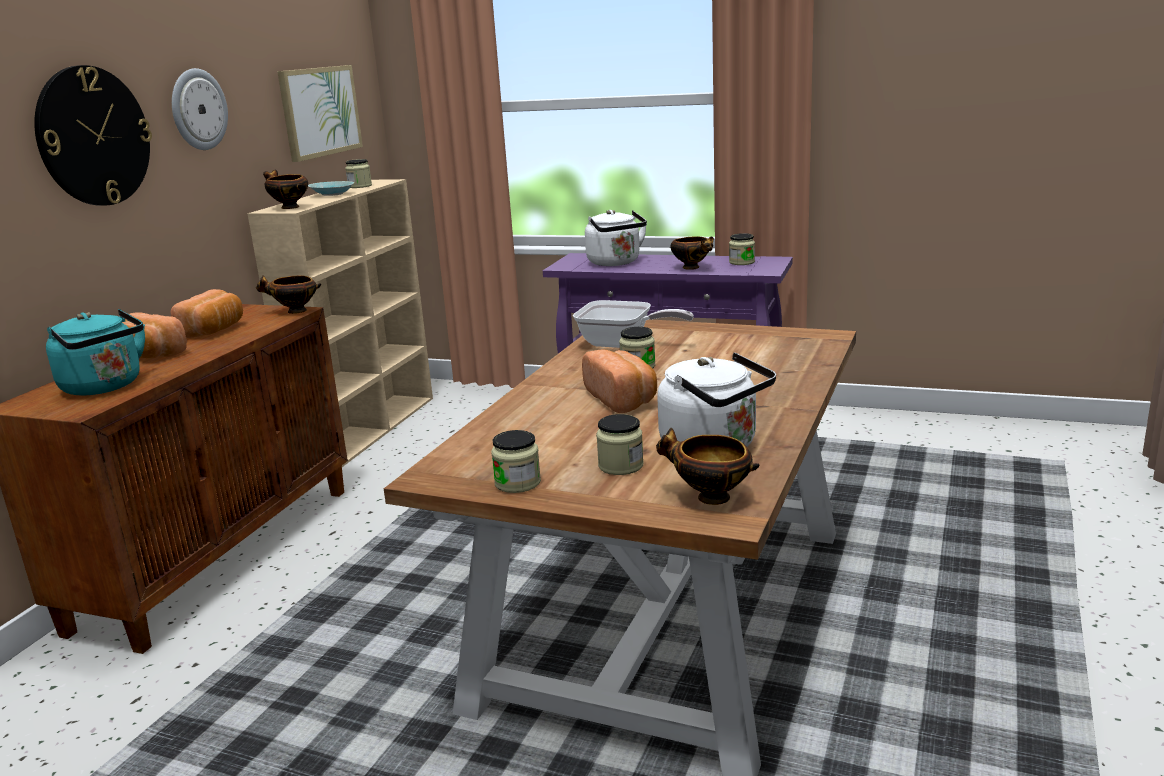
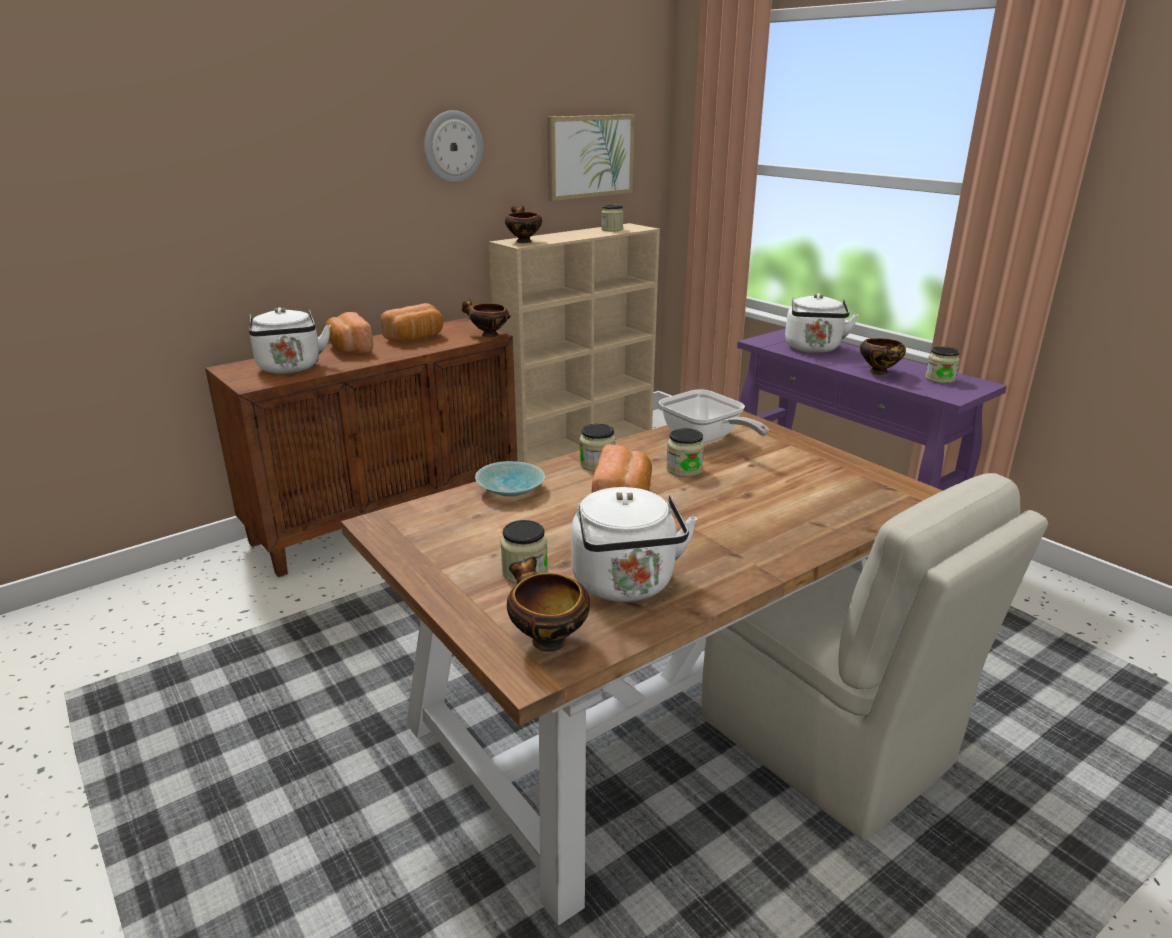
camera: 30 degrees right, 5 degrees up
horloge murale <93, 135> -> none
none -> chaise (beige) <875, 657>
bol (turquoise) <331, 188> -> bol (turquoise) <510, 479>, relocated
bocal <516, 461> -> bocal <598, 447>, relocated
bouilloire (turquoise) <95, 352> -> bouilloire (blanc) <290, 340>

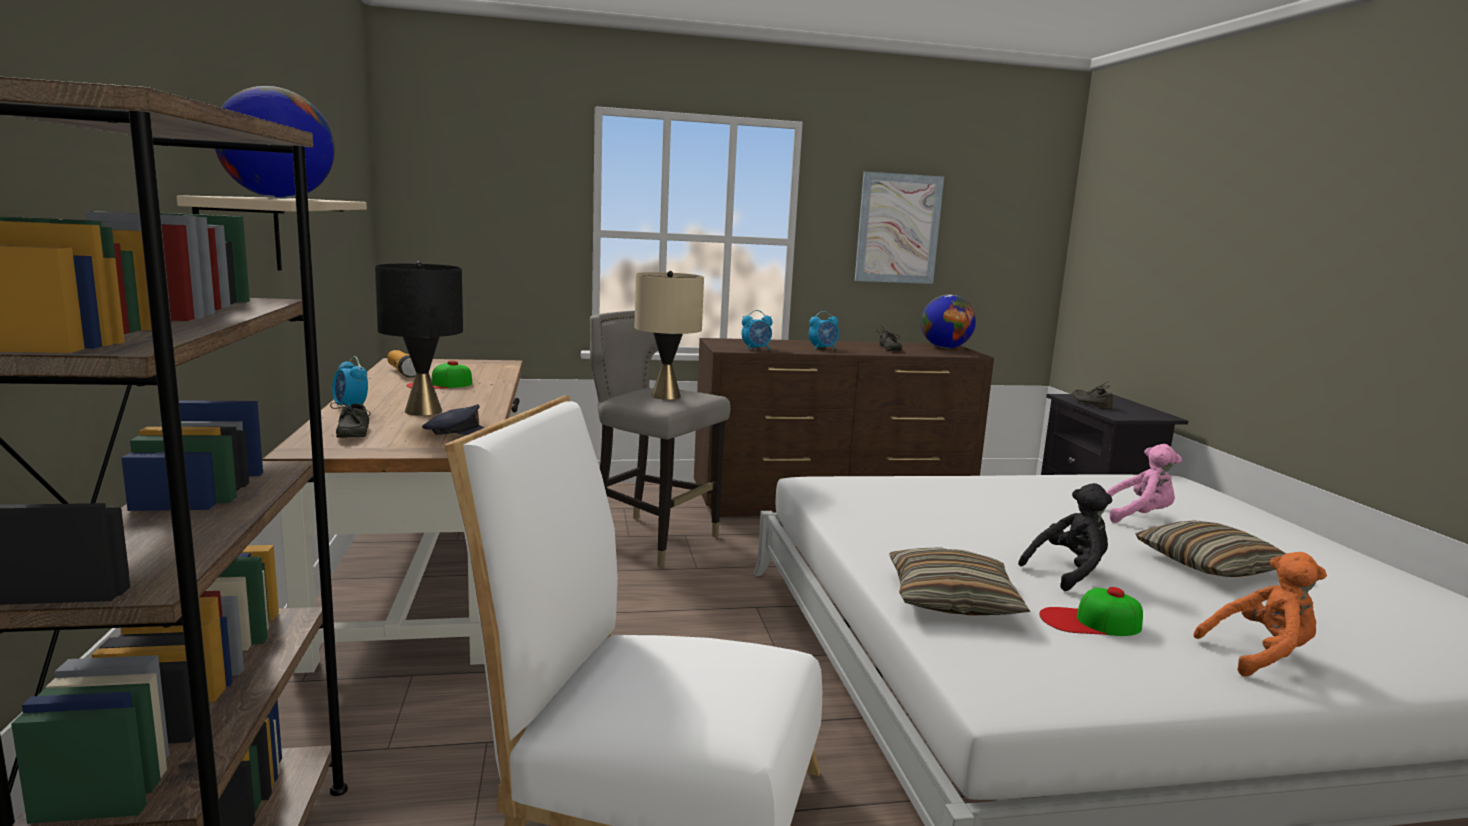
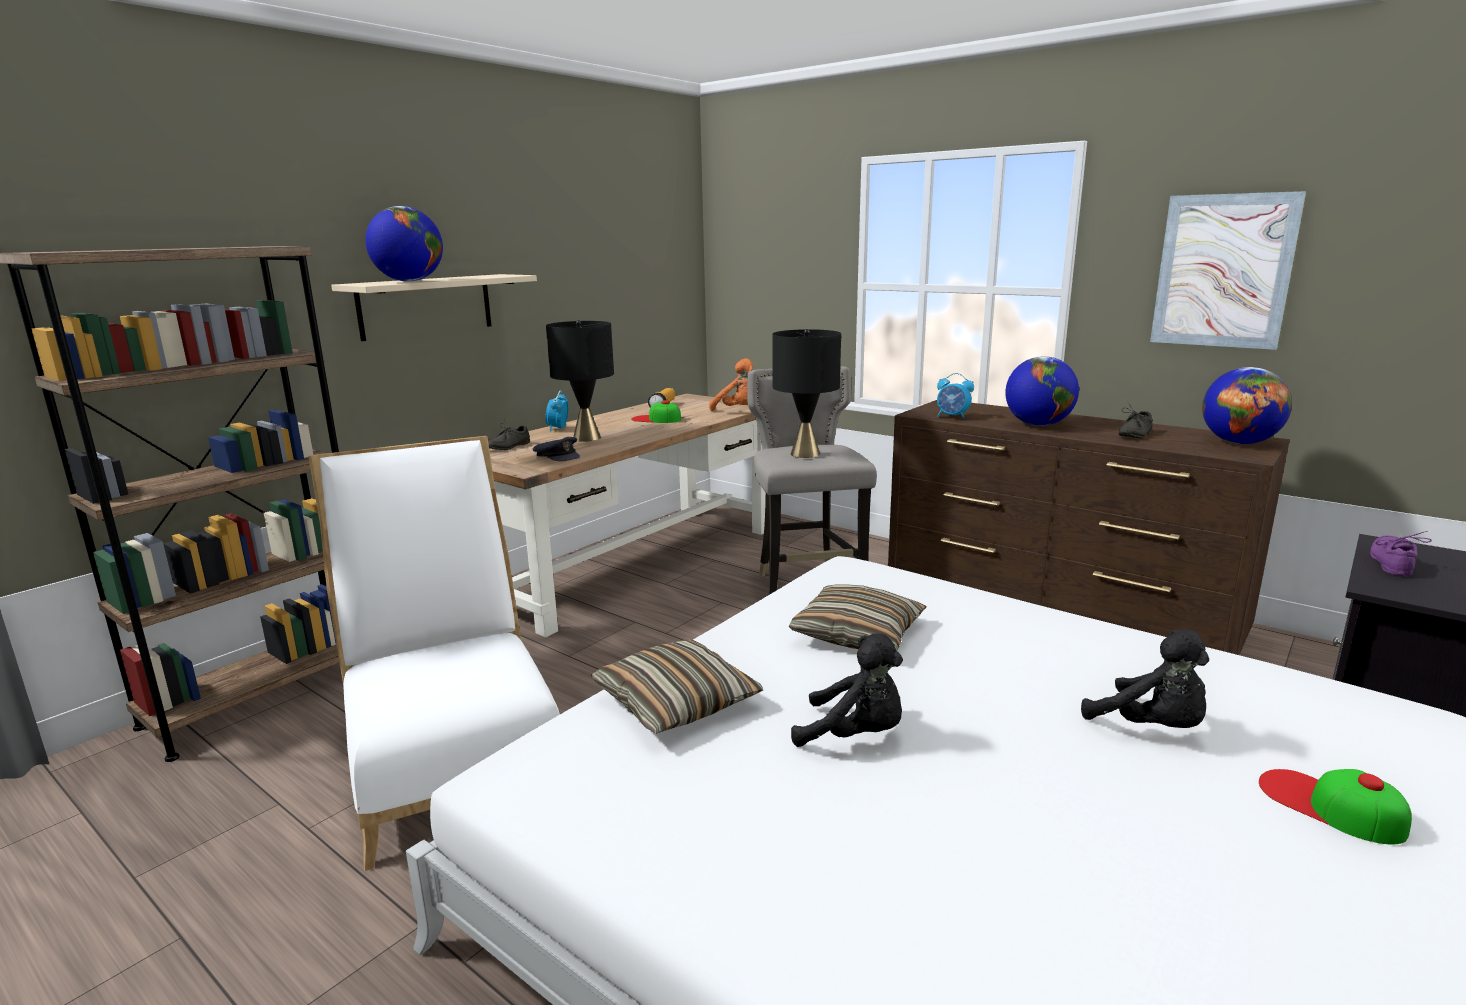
camera: 50 degrees right, 5 degrees up
casquette <1091, 611> -> casquette <1335, 806>, relocated
coussin <1210, 548> -> coussin <858, 618>, relocated
peluche (orange) <1260, 614> -> peluche (orange) <731, 384>, relocated
réveil <824, 330> -> globe <1042, 391>
lampe de table (beige) <669, 335> -> lampe de table (noir) <806, 393>
chaussure (gris) <1092, 395> -> chaussure (violet) <1400, 553>
peluche (rose) <1144, 483> -> peluche (noir) <1145, 678>

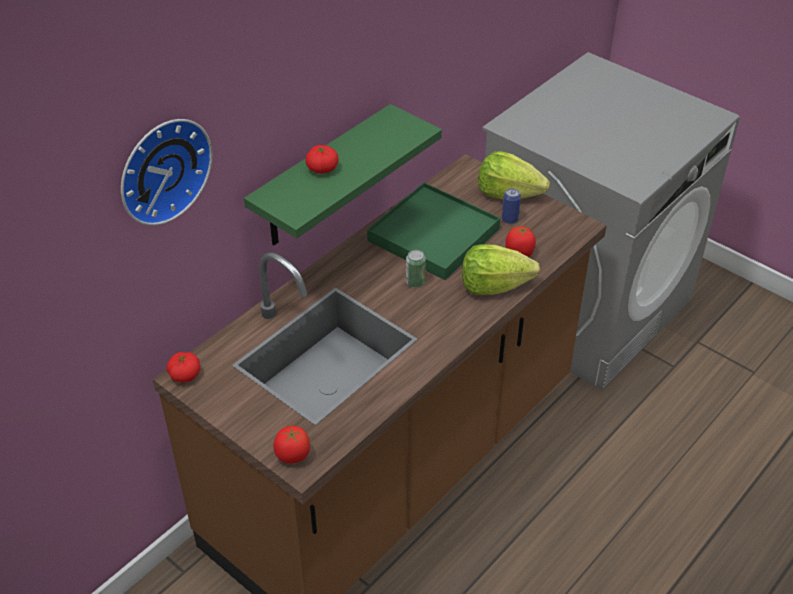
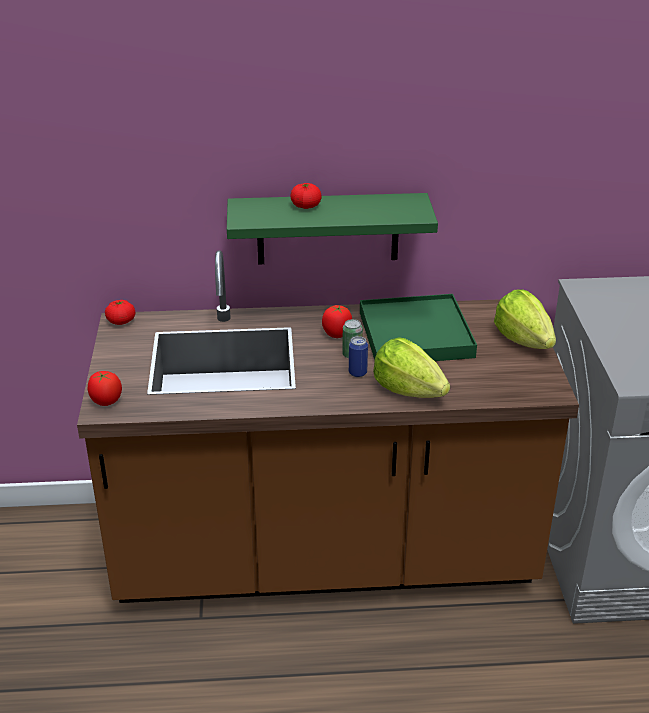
camera: 45 degrees right, 10 degrees down
horloge murale <166, 172> -> none
boîte métallique <511, 206> -> boîte métallique <358, 356>, relocated
tomate <520, 241> -> tomate <337, 321>, relocated

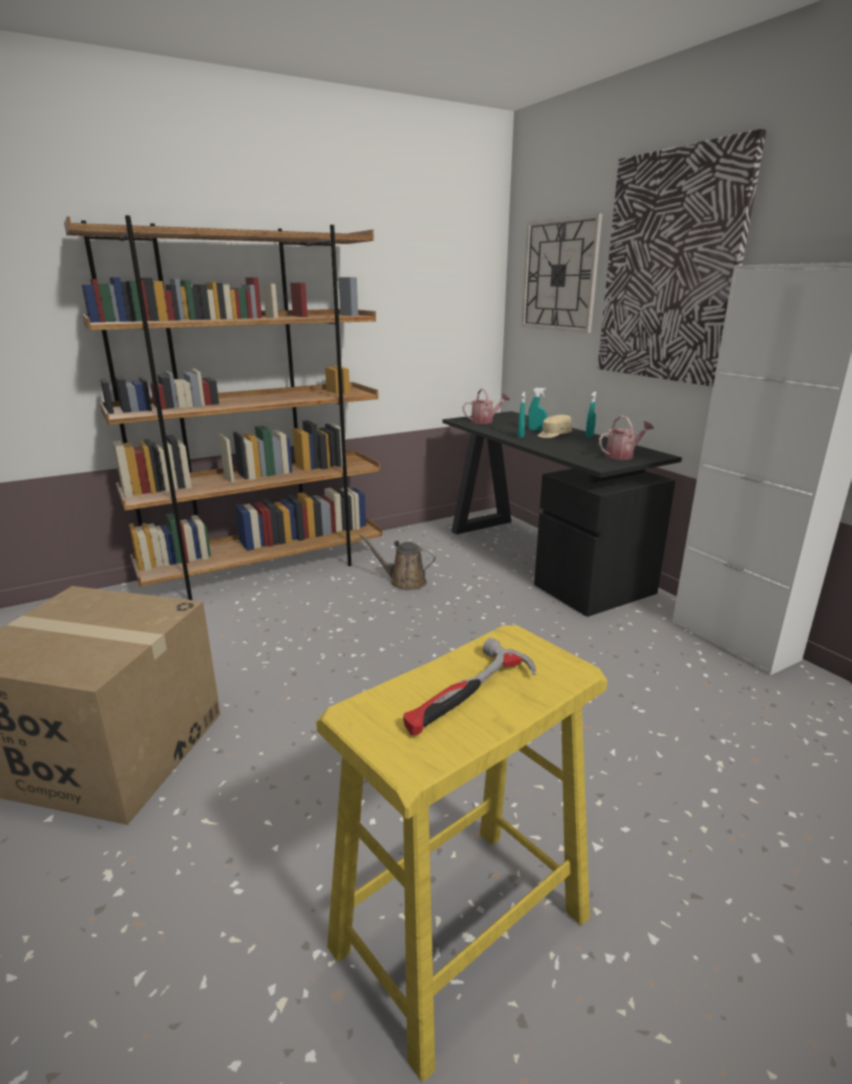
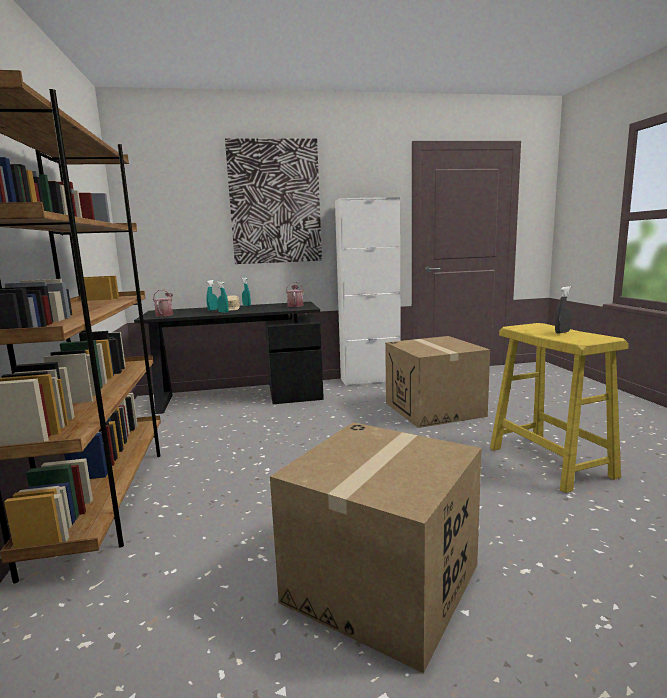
camera: 70 degrees left, 10 degrees down
arrosoir (marron) <397, 561> -> none
horloge murale <562, 273> -> none
none -> carton <437, 382>
marteau <469, 687> -> vaporisateur (gris) <563, 310>

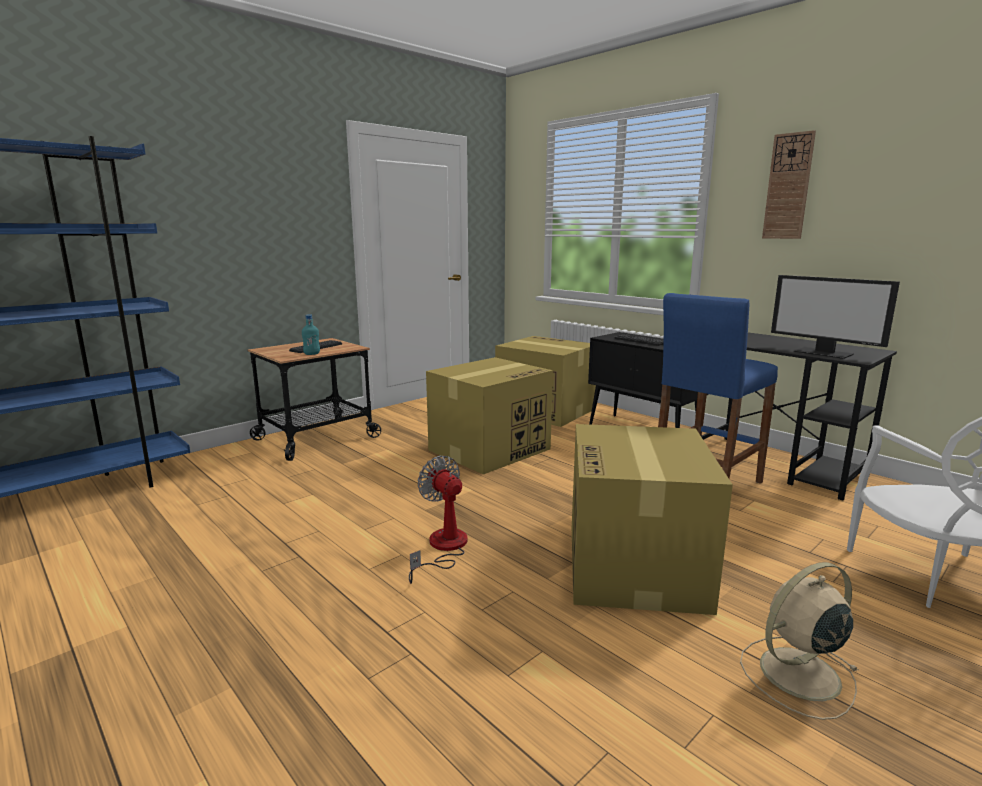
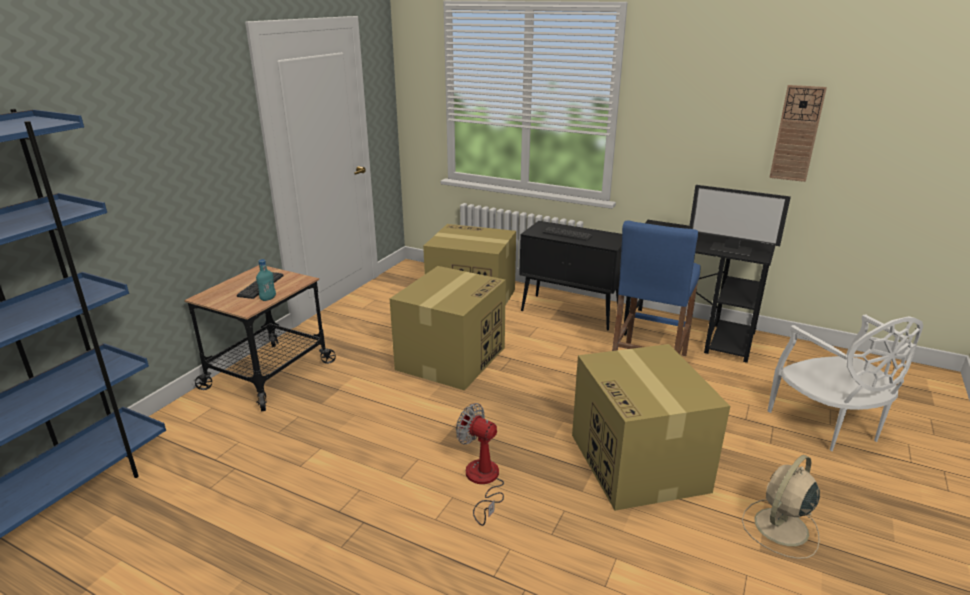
camera: 20 degrees left, 10 degrees up
horloge murale <789, 184> -> horloge murale <798, 133>, relocated

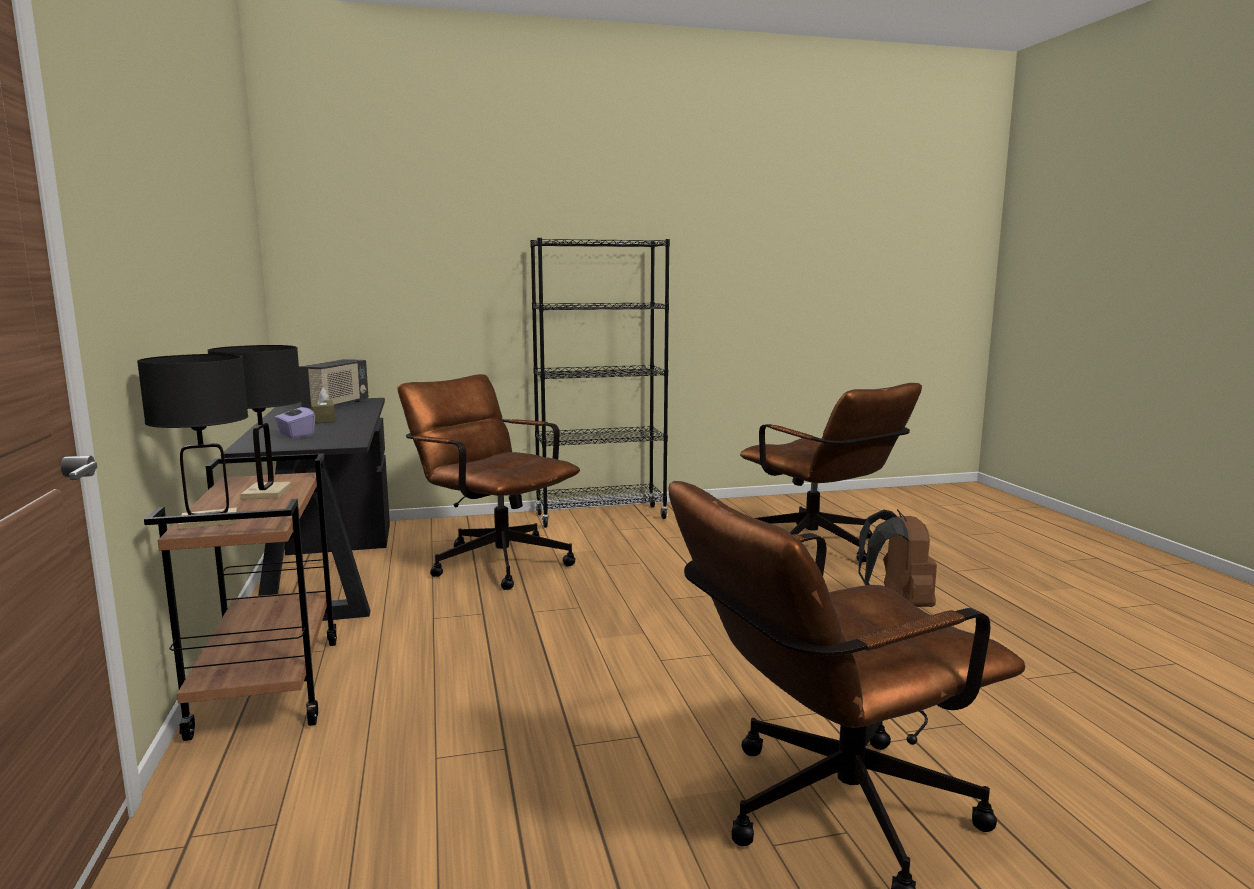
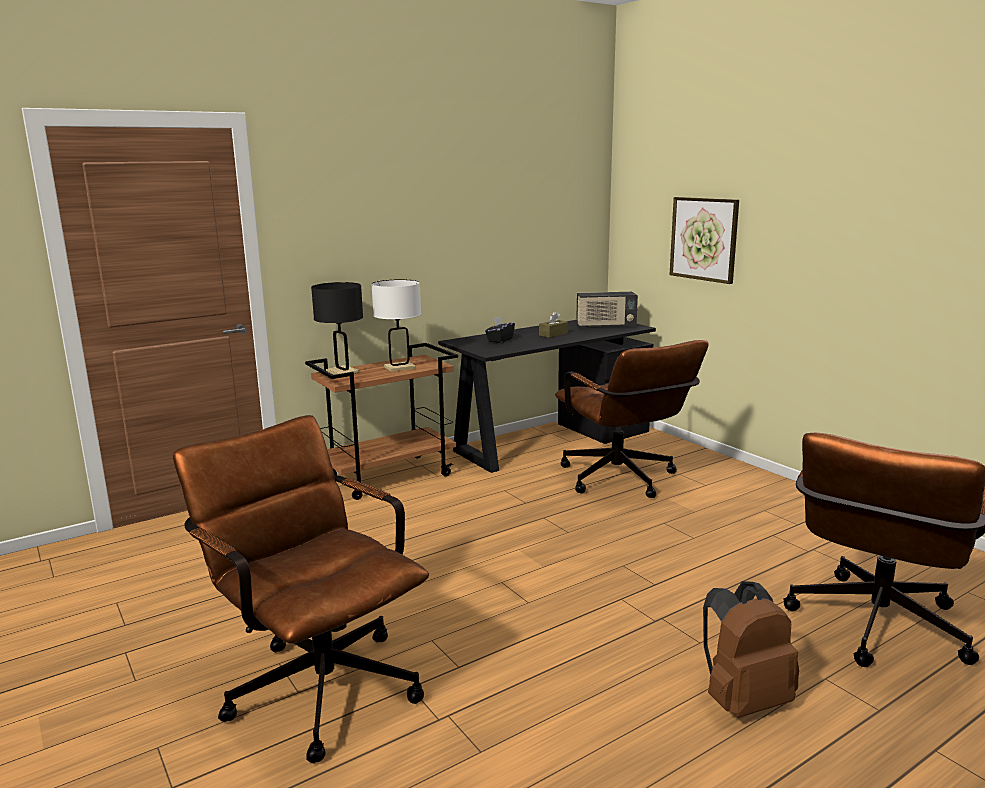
camera: 70 degrees right, 5 degrees up
bibliothèque (noir) <600, 383> -> none
none -> tableau <704, 240>
lampe de table (noir) <254, 422> -> lampe de table (blanc) <396, 325>
boîte à mouchoirs (violet) <294, 421> -> boîte à mouchoirs (noir) <500, 329>
chaise de bureau (marron) <488, 482> -> chaise de bureau (marron) <632, 419>, 135 degrees clockwise

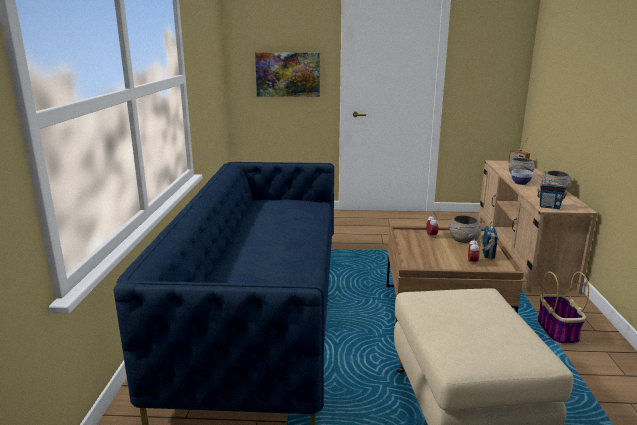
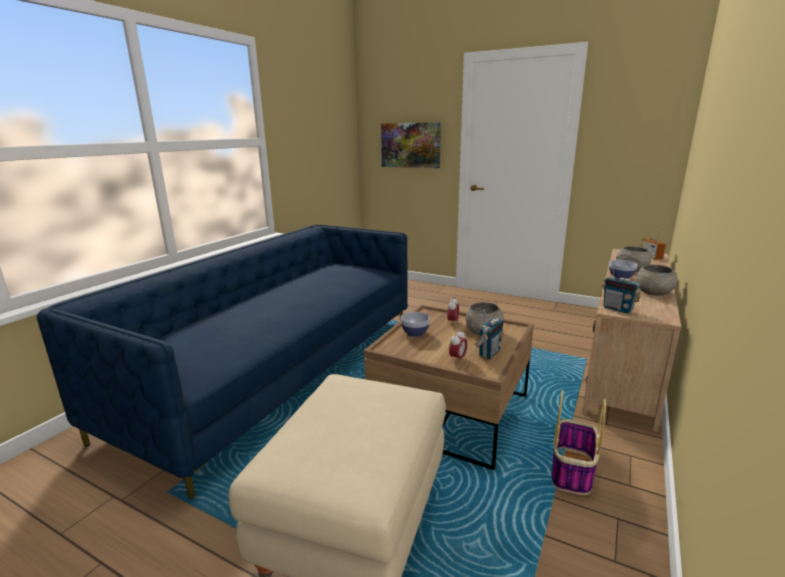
camera: 25 degrees right, 0 degrees up
none -> bol <415, 324>

